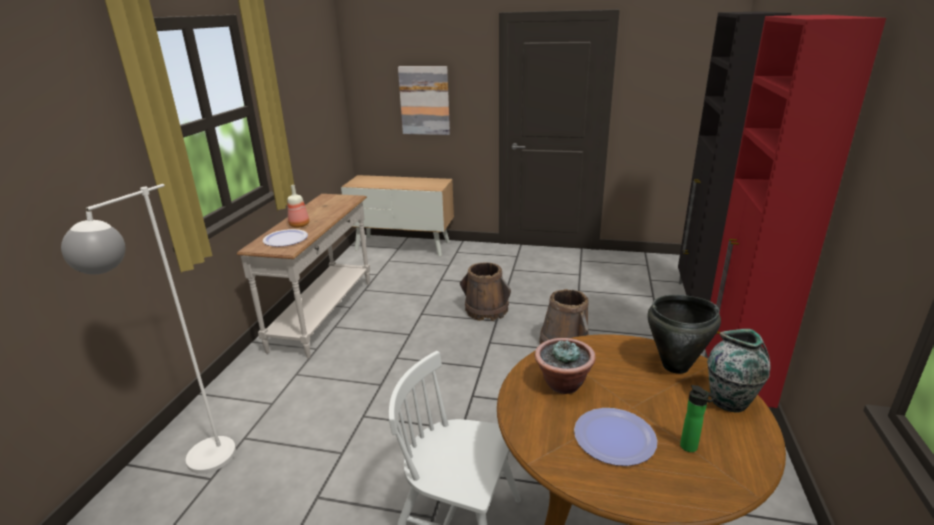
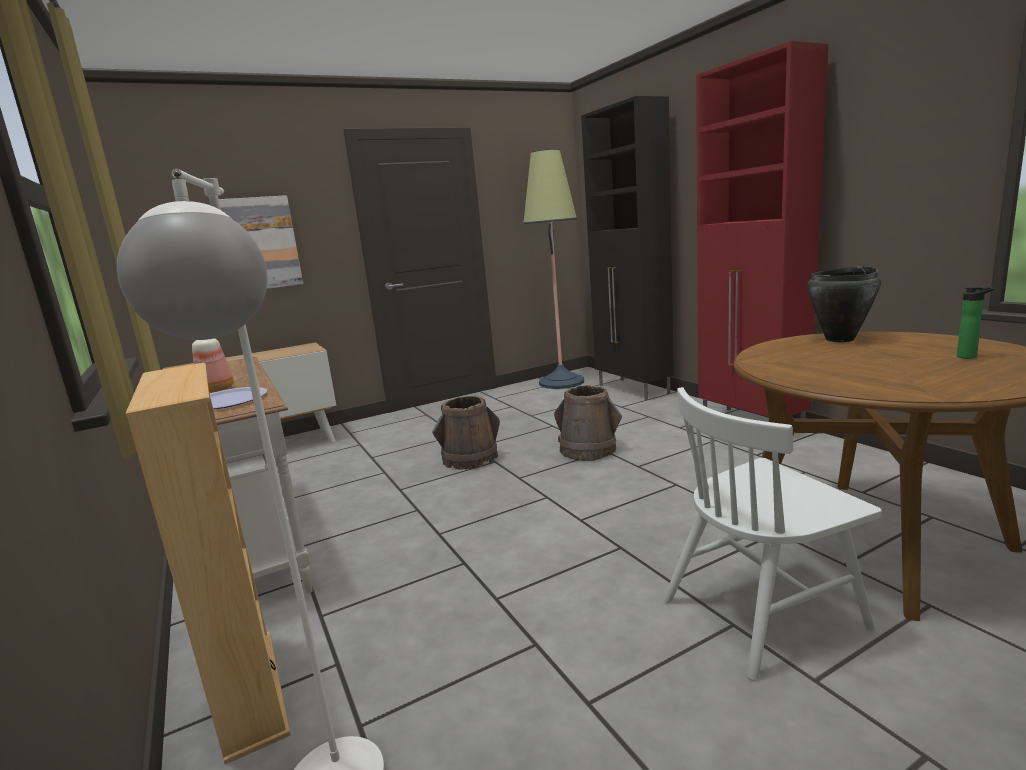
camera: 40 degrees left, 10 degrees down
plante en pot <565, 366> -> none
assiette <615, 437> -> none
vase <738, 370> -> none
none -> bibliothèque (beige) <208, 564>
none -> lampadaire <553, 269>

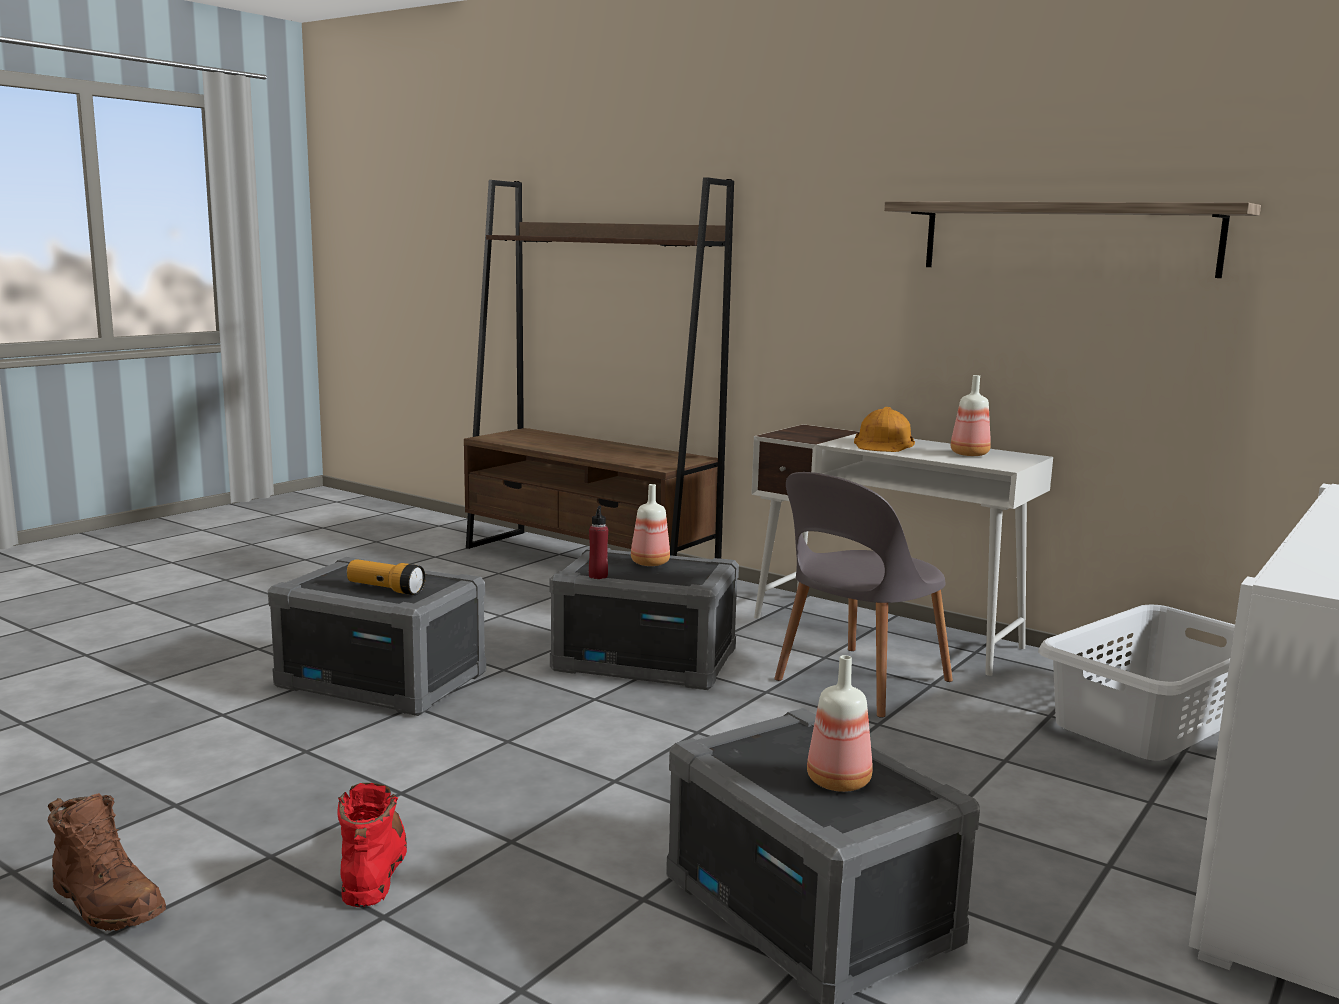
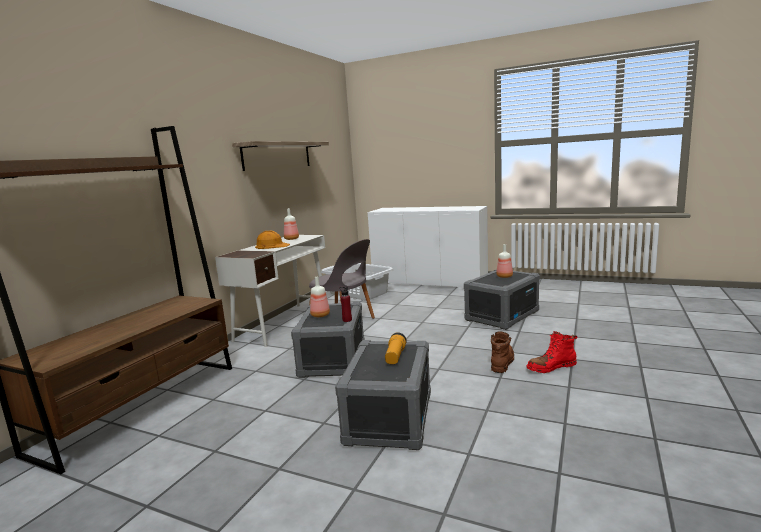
camera: 100 degrees left, 0 degrees up
botte (marron) <107, 862> -> botte (marron) <502, 352>, relocated

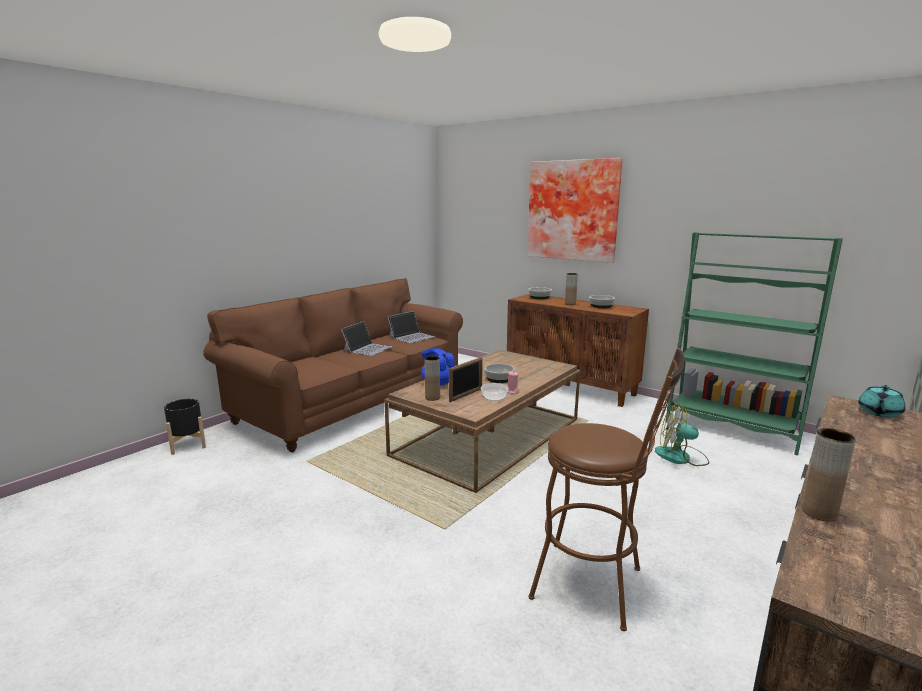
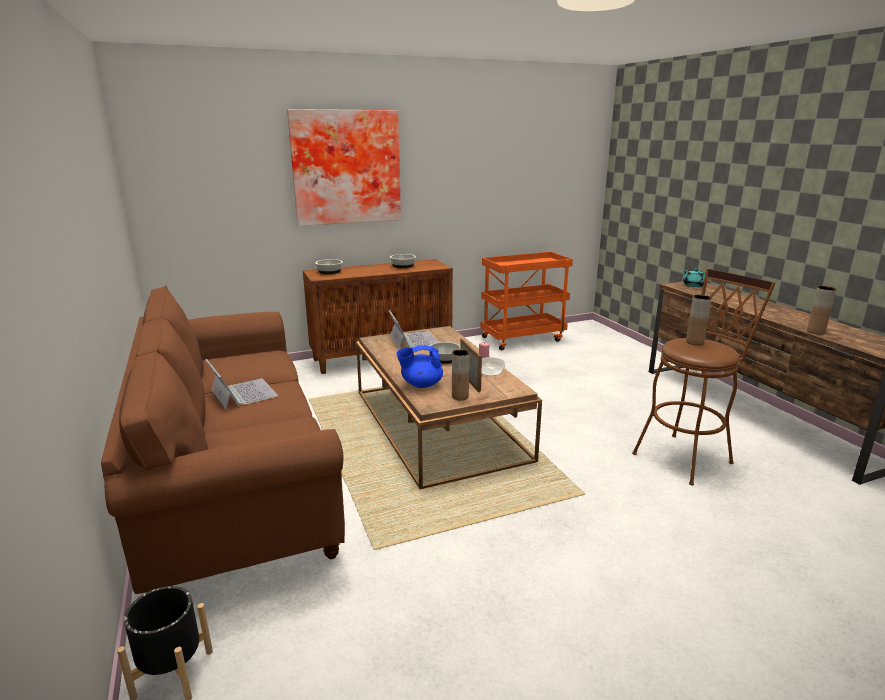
camera: 60 degrees left, 5 degrees up
ventilateur <682, 435> -> none
ordinateur portable <411, 327> -> ordinateur portable <413, 329>, relocated
vase (marron) <571, 289> -> vase (marron) <699, 320>, relocated
bibliothèque (vert) <754, 343> -> chariot (orange) <526, 301>

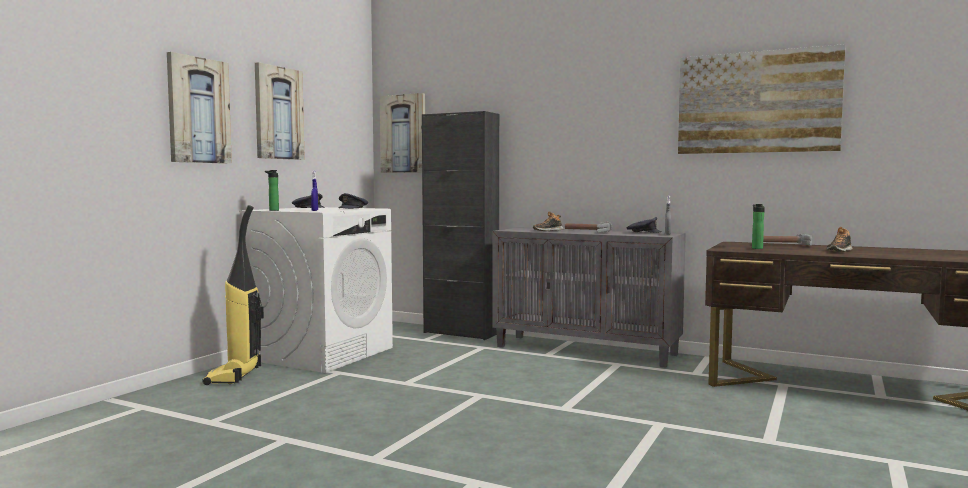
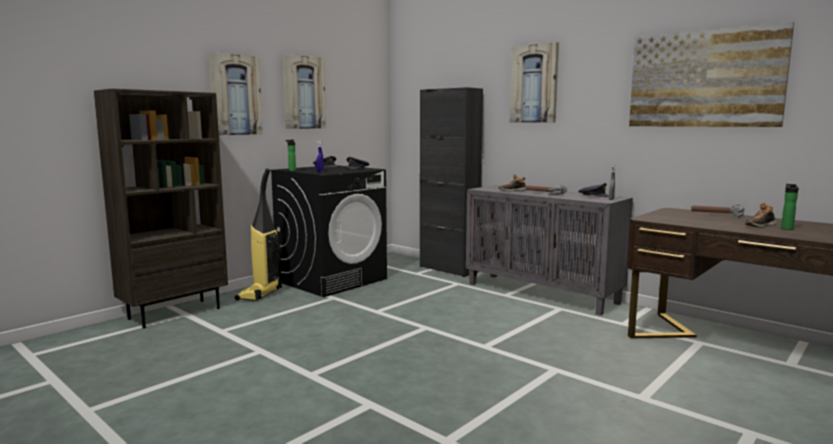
camera: 15 degrees right, 5 degrees up
none -> bibliothèque (marron) <161, 209>
tableau <402, 133> -> tableau <534, 82>, relocated
bouteille <758, 226> -> bouteille <790, 207>, relocated
lave-linge (blanc) <316, 290> -> lave-linge (noir) <329, 231>

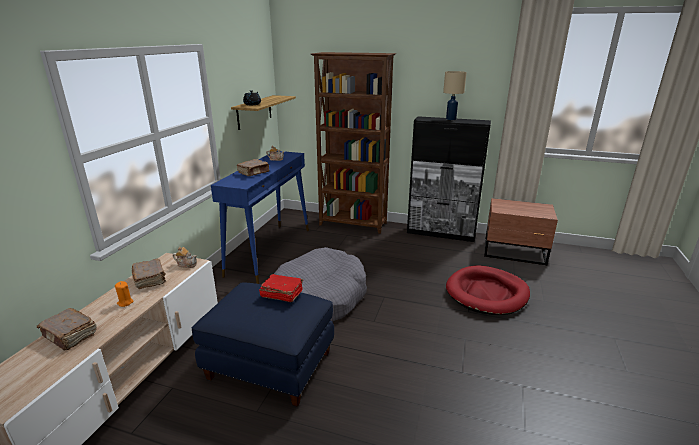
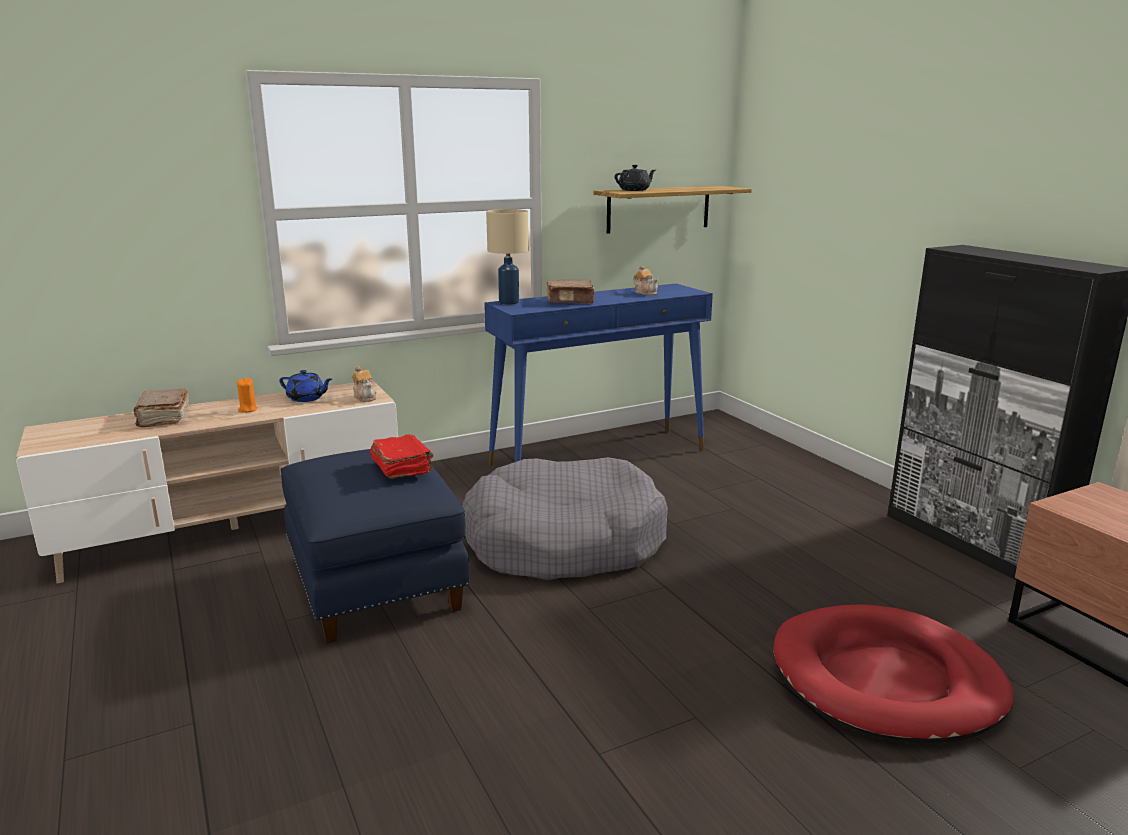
camera: 45 degrees right, 5 degrees down
bibliothèque (marron) <353, 143> -> none
lampe de table (beige) <455, 95> -> lampe de table (beige) <507, 257>, relocated
livre (marron) <149, 274> -> théière (bleu) <305, 386>

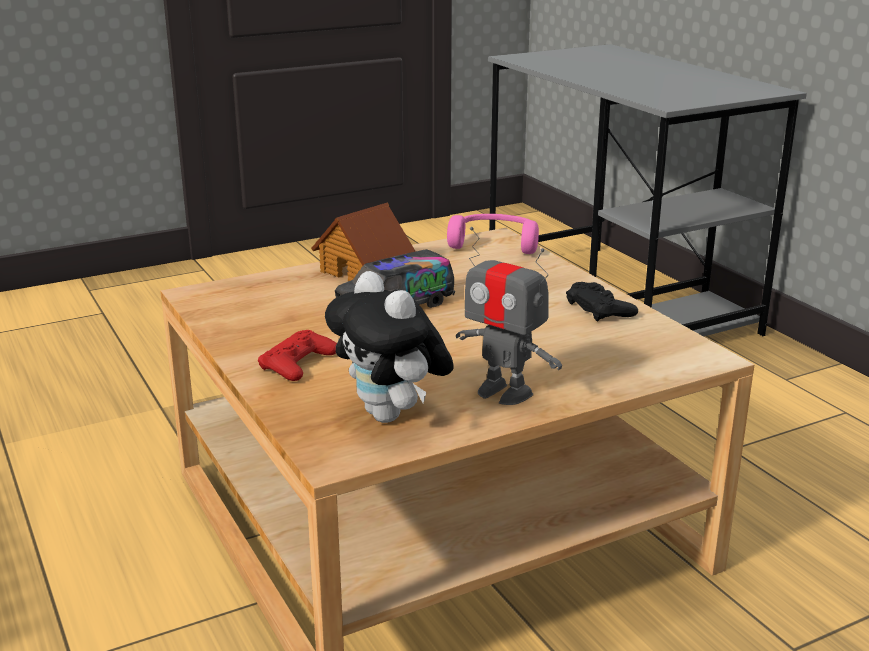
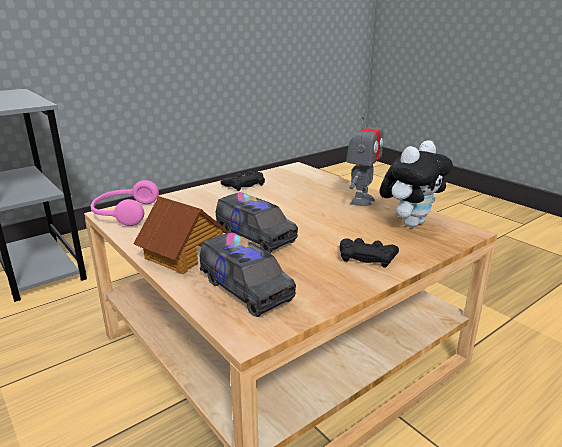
camera: 100 degrees left, 0 degrees up
none -> camion jouet <248, 274>
manette (rouge) <297, 355> -> manette (noir) <369, 253>

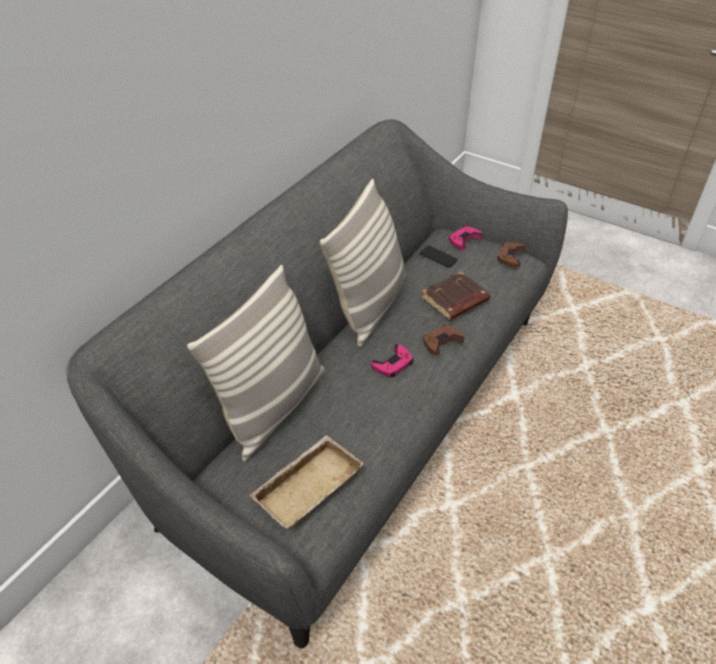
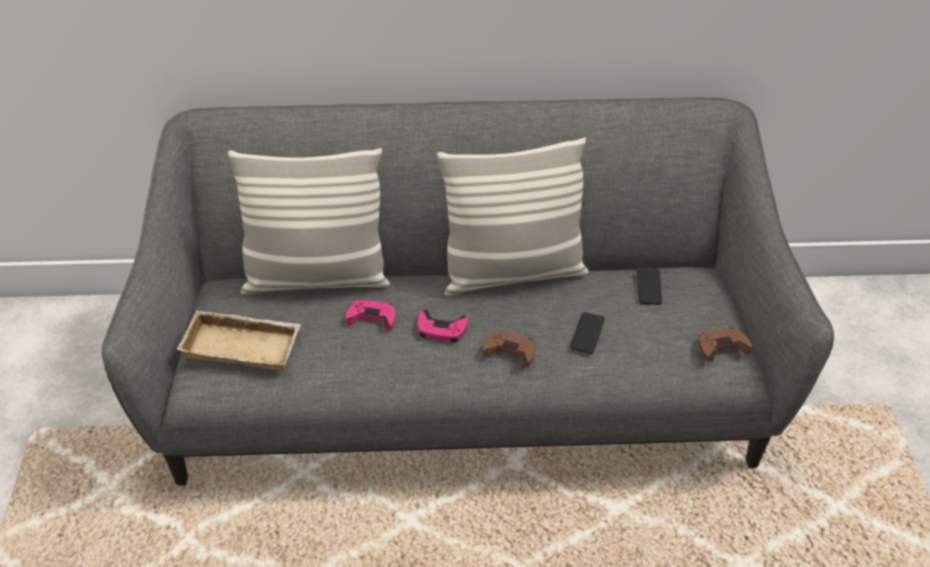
camera: 55 degrees right, 0 degrees up
manette (rose) <466, 238> -> manette (rose) <370, 315>, relocated
livre (marron) <456, 296> -> téléphone <587, 333>

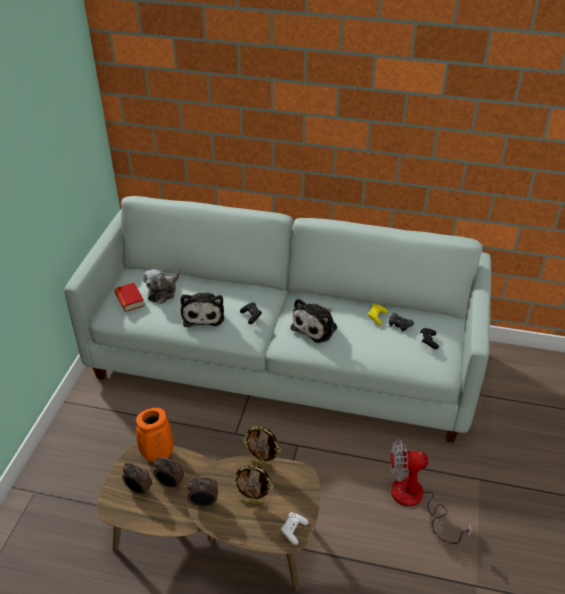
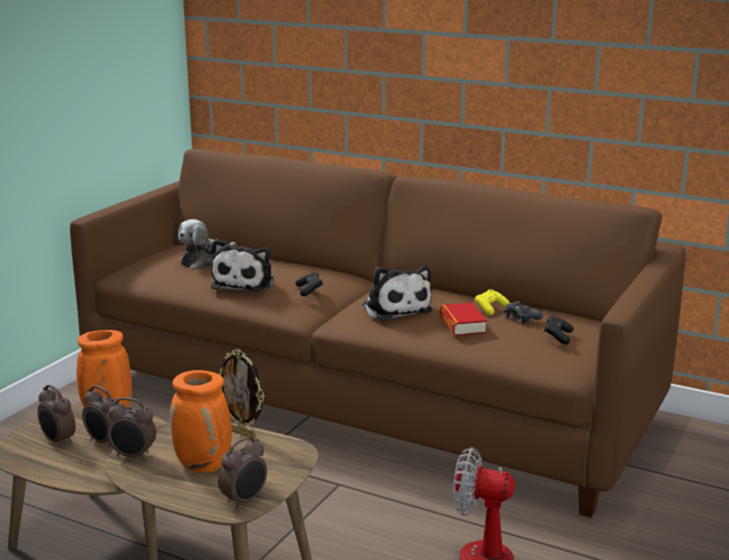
camera: 15 degrees right, 20 degrees down
livre <129, 297> -> livre <463, 319>, relocated
cadre photo <253, 484> -> vase (orange) <201, 421>
manette (blanc) <294, 528> -> réveil <242, 472>
canapé (blanc) <277, 319> -> canapé (marron) <378, 333>
peluche <313, 320> -> peluche <397, 293>, 75 degrees counterclockwise

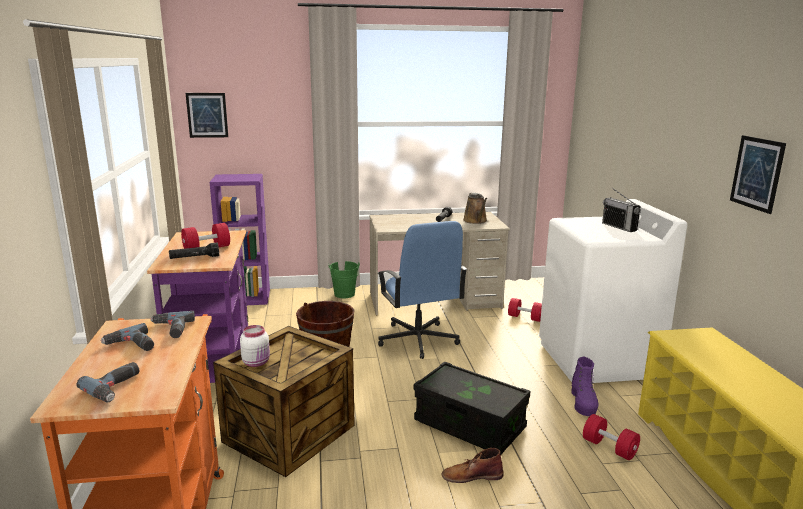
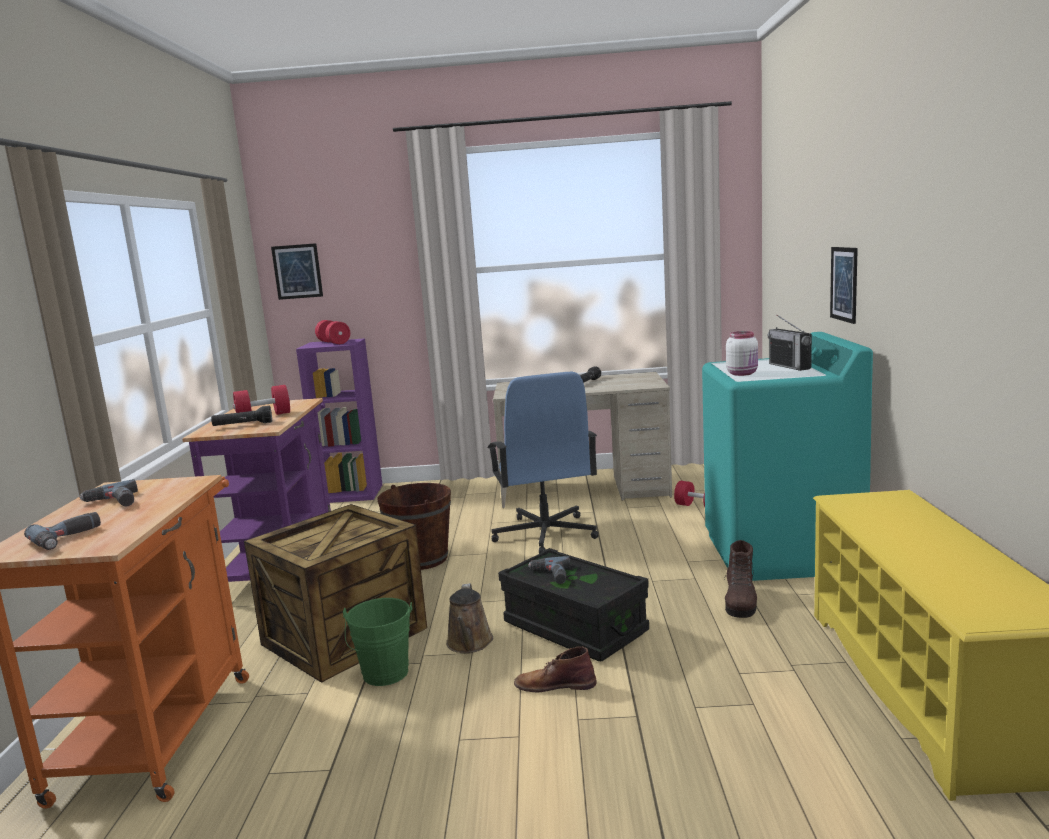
camera: 10 degrees right, 5 degrees down
perceuse <172, 324> -> perceuse <549, 570>, relocated
bocal (blanc) <255, 346> -> bocal (blanc) <742, 353>, relocated
seau (vert) <344, 279> -> seau (vert) <377, 642>, relocated
arrosoir (marron) <475, 208> -> arrosoir (marron) <469, 618>, relocated
haltère (rouge) <611, 437> -> haltère (rouge) <332, 332>, relocated
tableau <758, 174> -> tableau <844, 285>, relocated
lave-linge (blanc) <613, 291> -> lave-linge (turquoise) <787, 456>
botte (violet) <585, 386> -> botte (marron) <740, 579>

